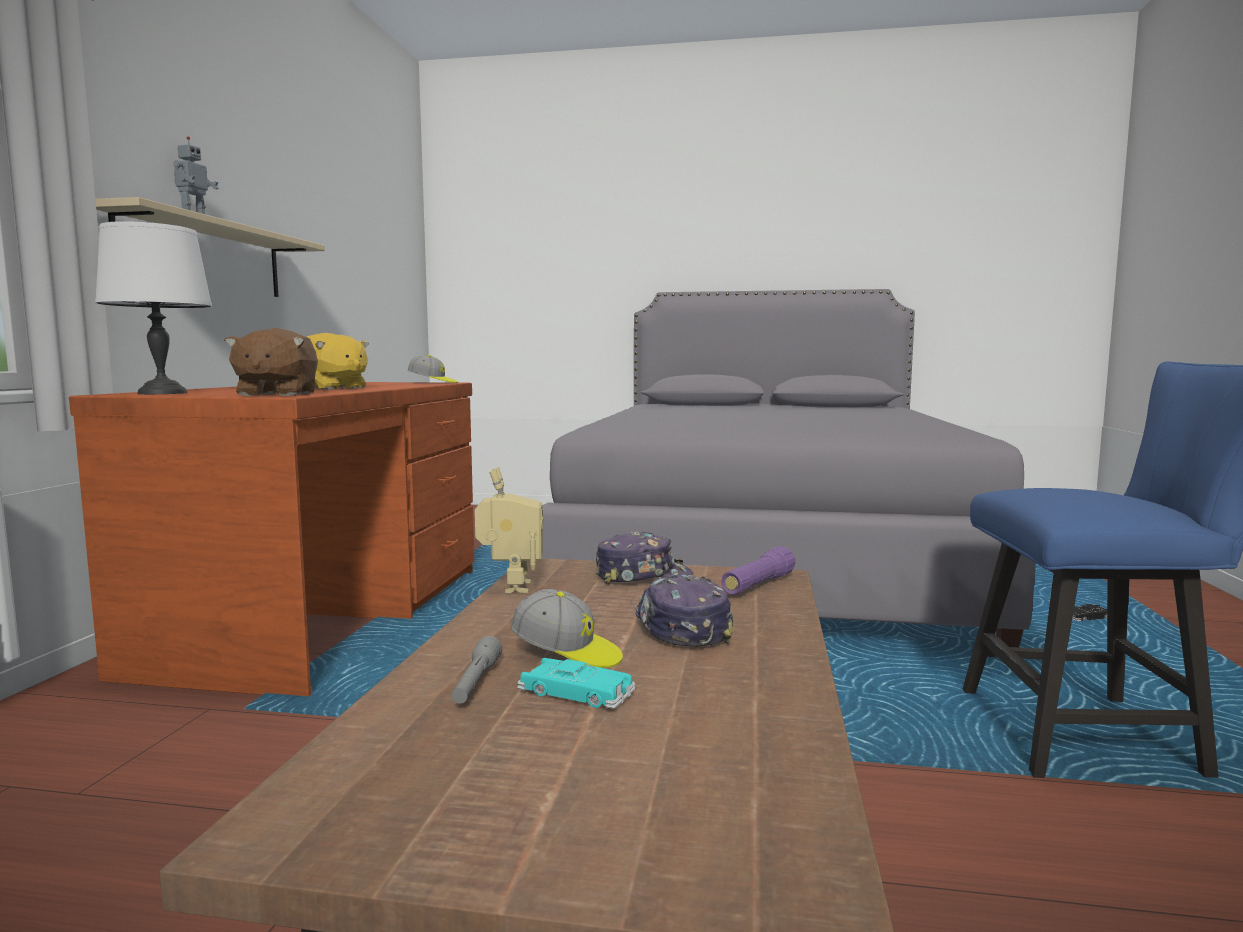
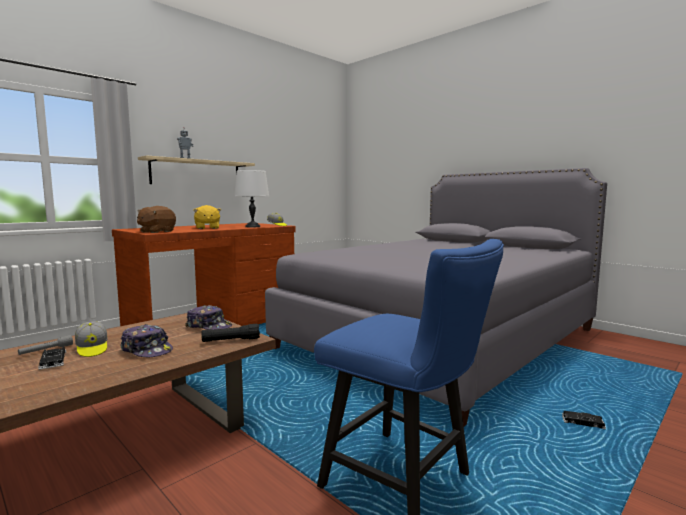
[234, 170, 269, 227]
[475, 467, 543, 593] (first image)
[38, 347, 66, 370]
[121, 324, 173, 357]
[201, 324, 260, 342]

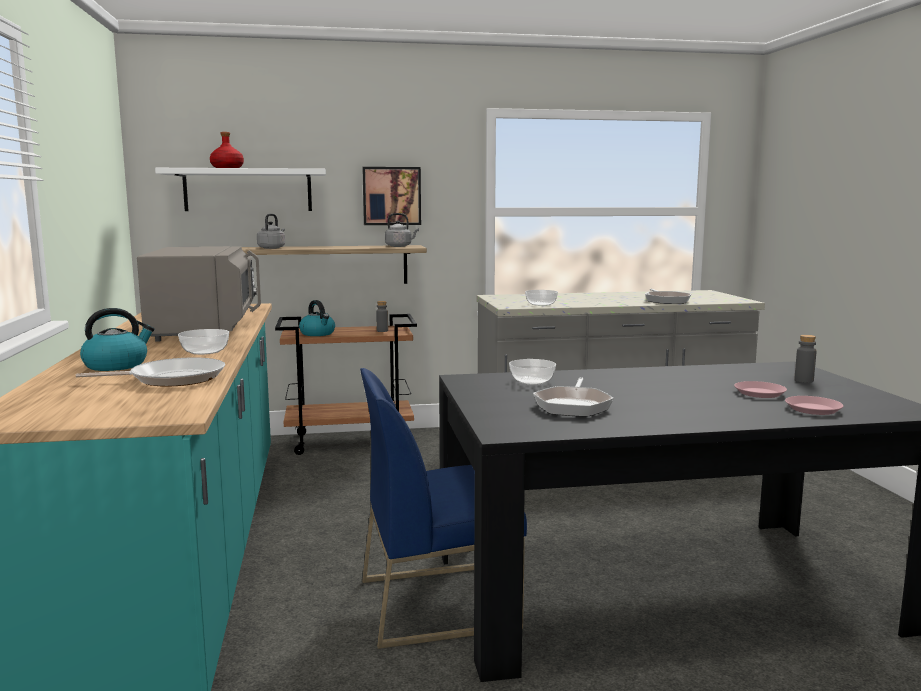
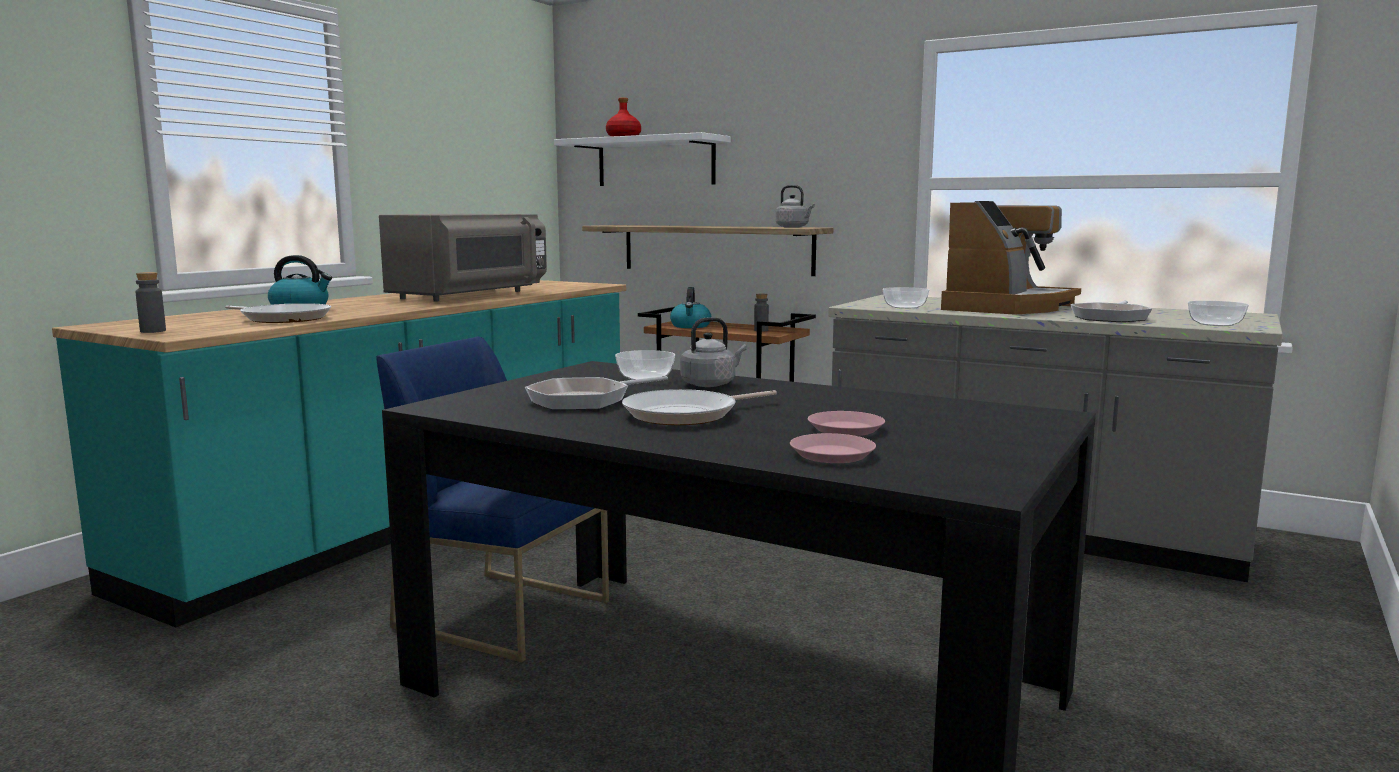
[1188, 301, 1249, 326]
[681, 317, 747, 387]
[362, 167, 421, 225] (first image)
[135, 272, 166, 333]
[622, 389, 777, 425]
[941, 201, 1081, 315]

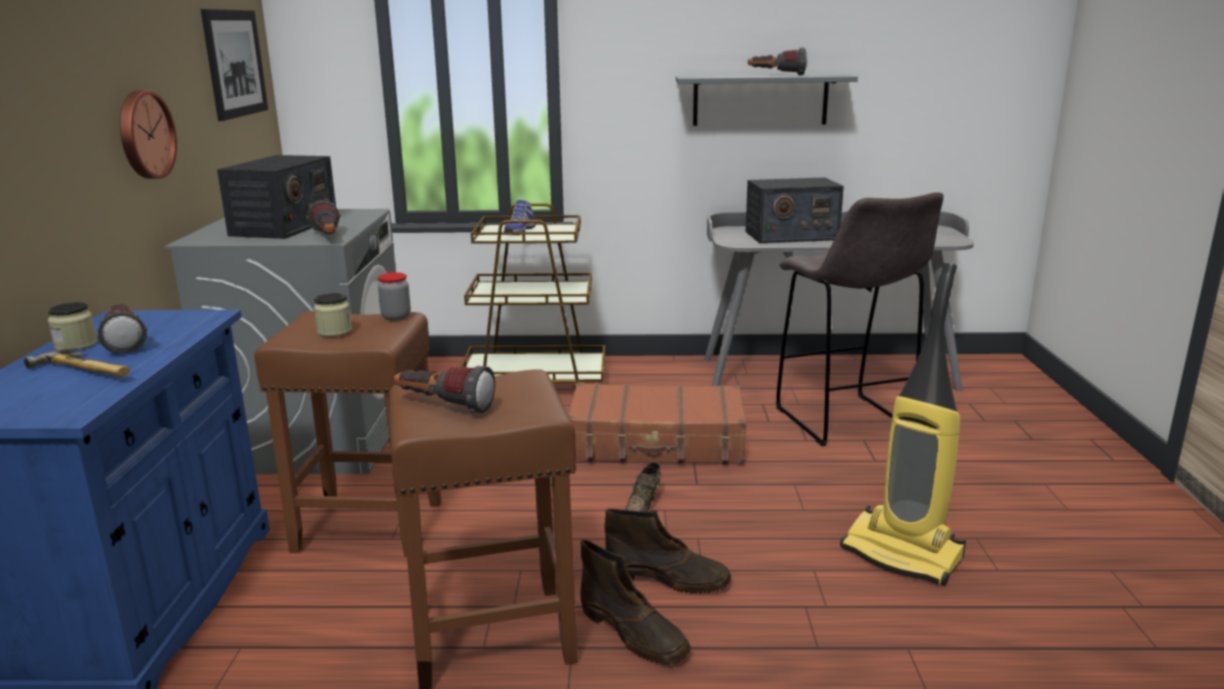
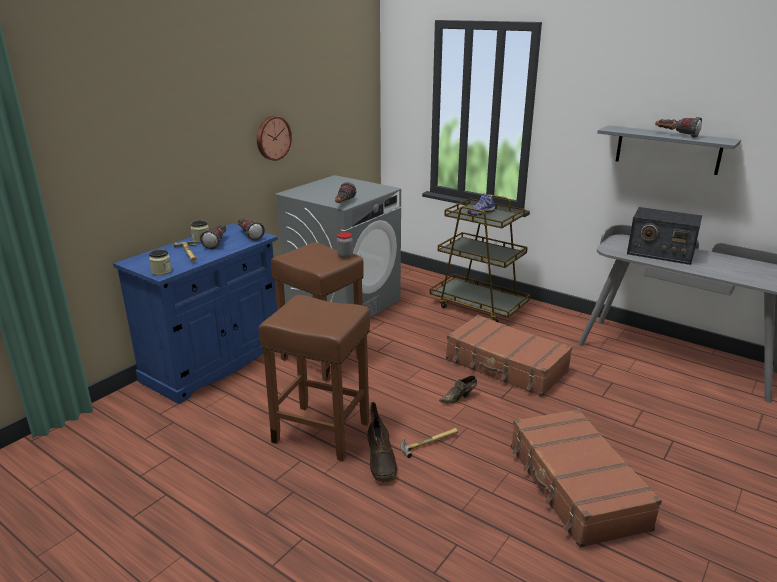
[201, 9, 268, 121] (first image)
[217, 155, 336, 239] (first image)
[149, 250, 172, 275]
[237, 219, 265, 241]
[401, 428, 458, 458]
[776, 192, 944, 446] (first image)
[511, 409, 662, 548]

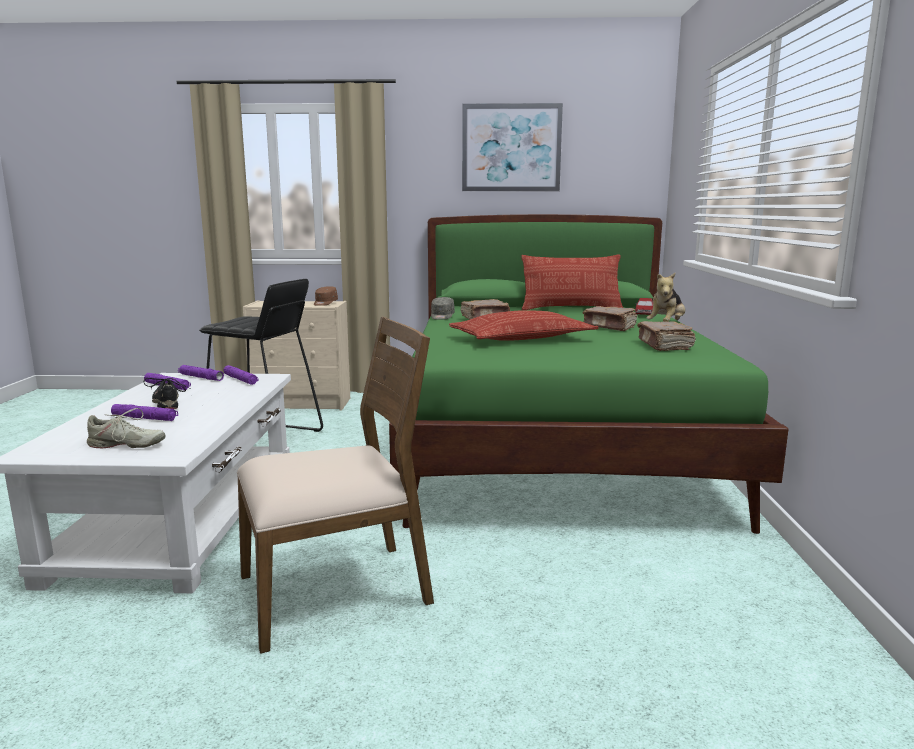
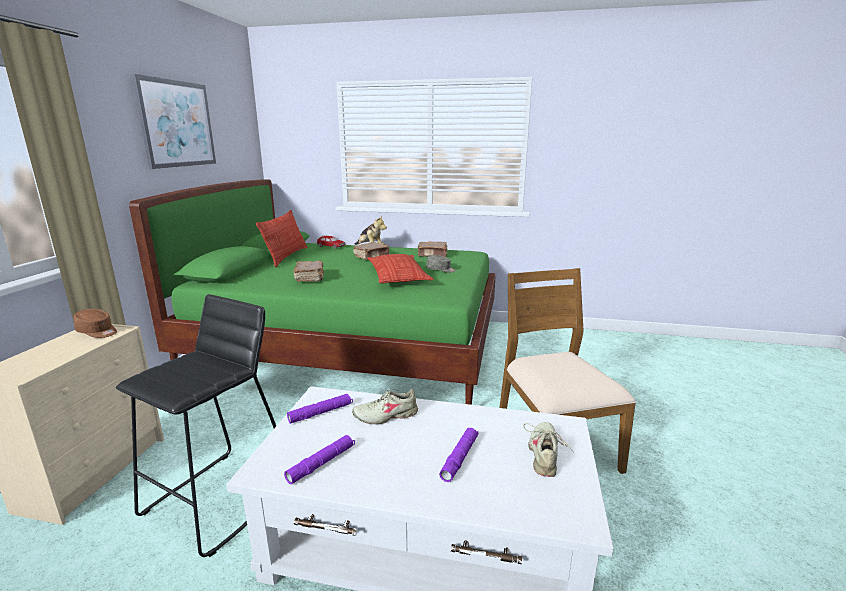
[144, 378, 189, 409] (first image)
[178, 365, 224, 381] (first image)
[426, 255, 456, 273]
[352, 389, 418, 424]

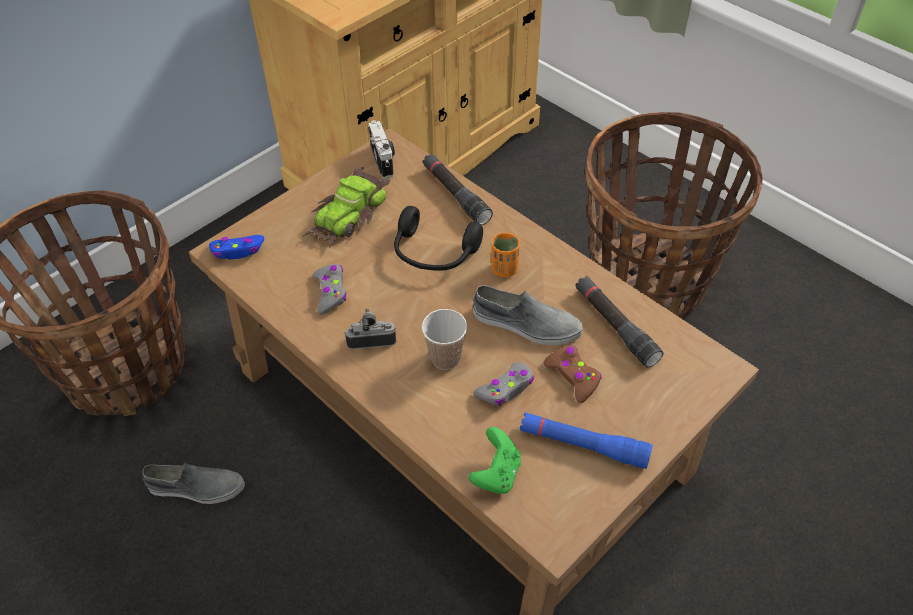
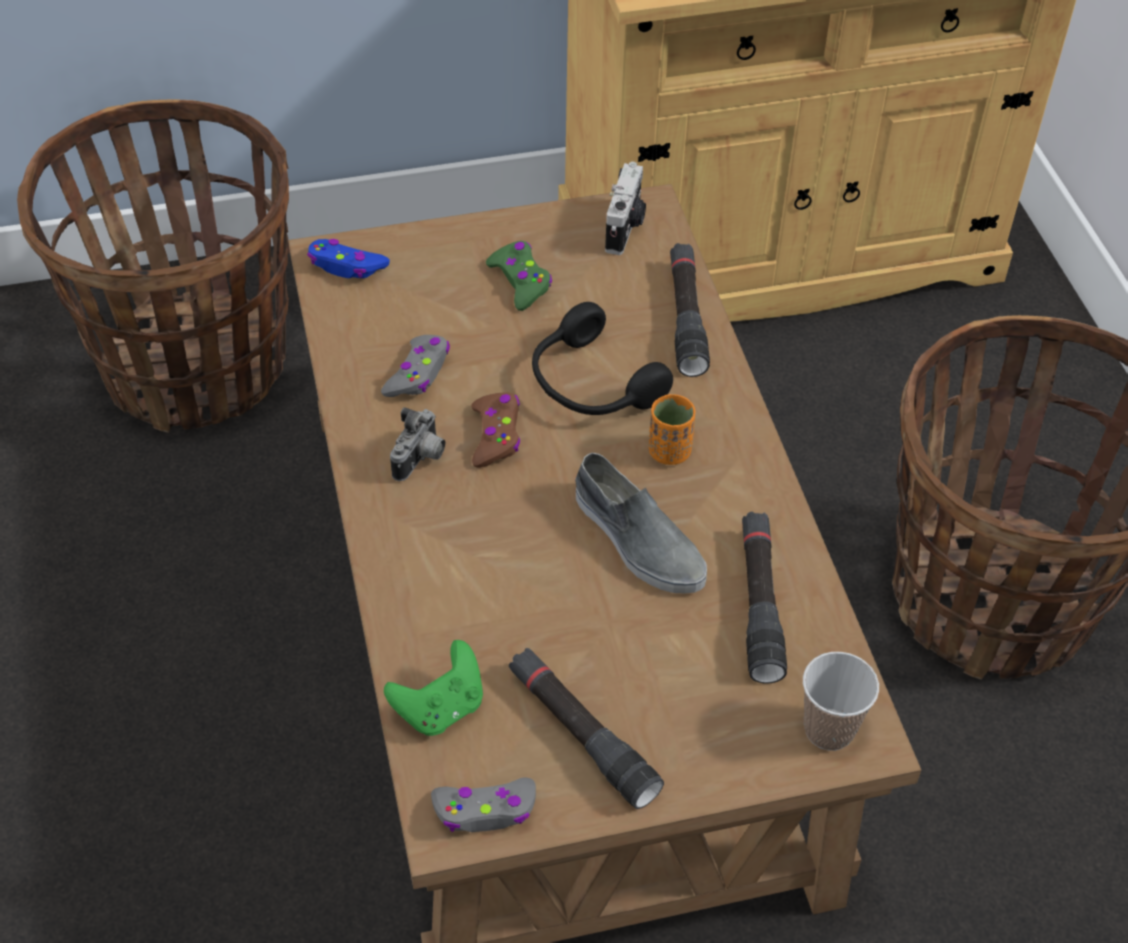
[142, 463, 245, 504] (first image)
[486, 241, 552, 311]
[390, 407, 445, 481]
[803, 652, 879, 751]
[431, 778, 536, 832]
[509, 648, 664, 809]
[471, 393, 520, 468]

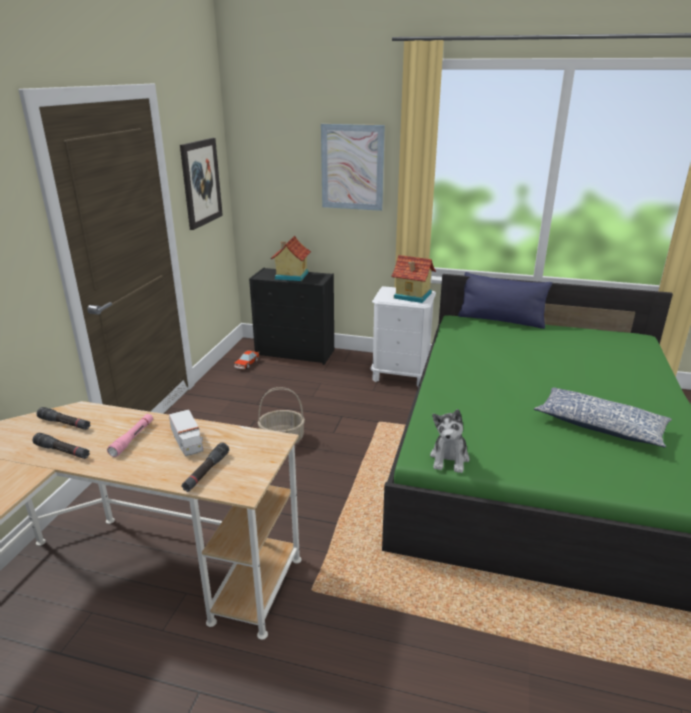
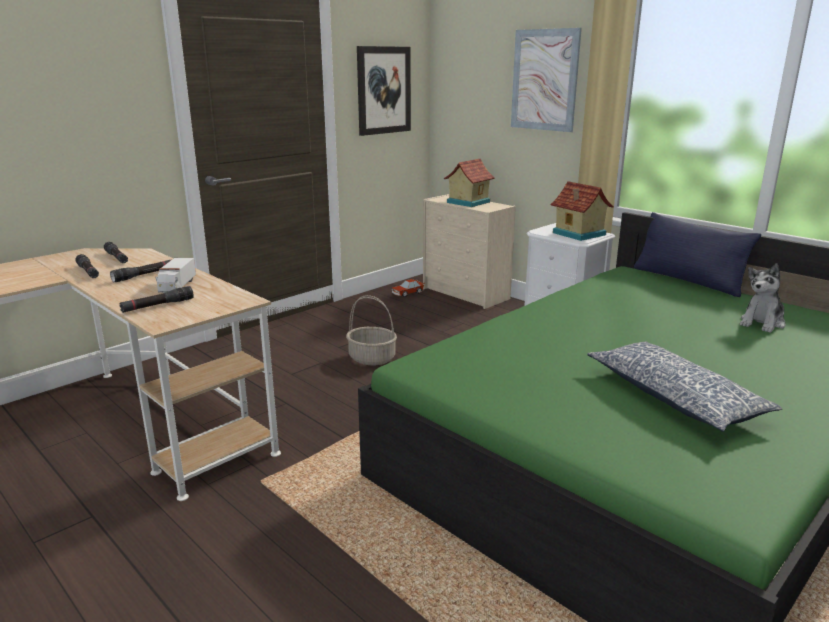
[110, 260, 171, 282]
[423, 194, 516, 309]
[740, 264, 786, 333]

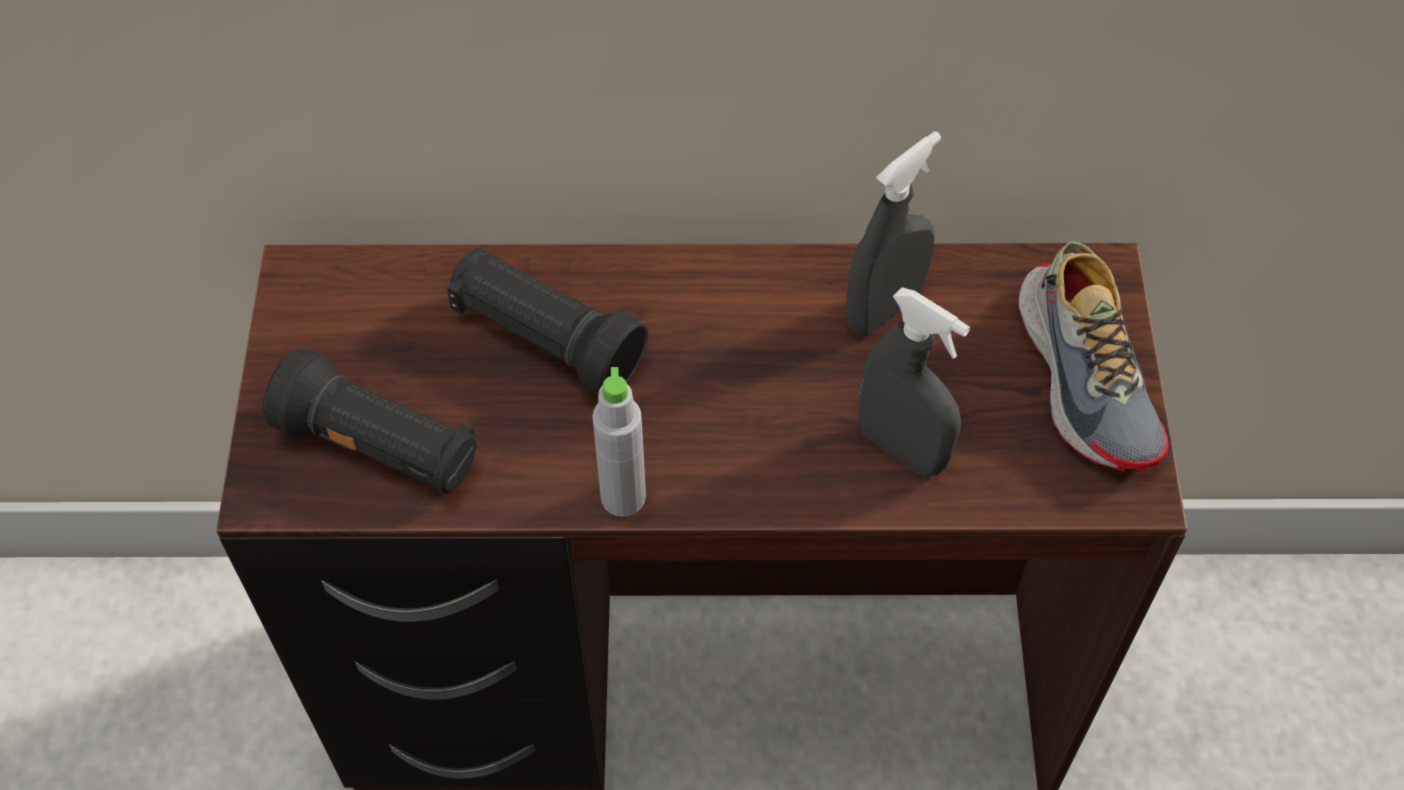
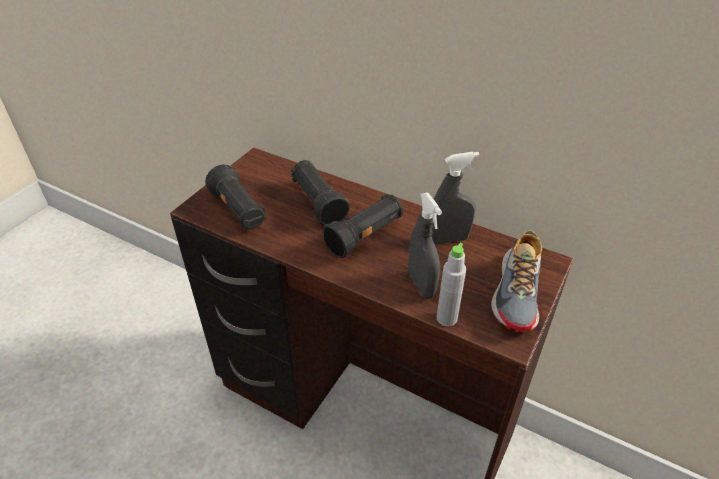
[437, 243, 466, 326]
[322, 194, 403, 258]

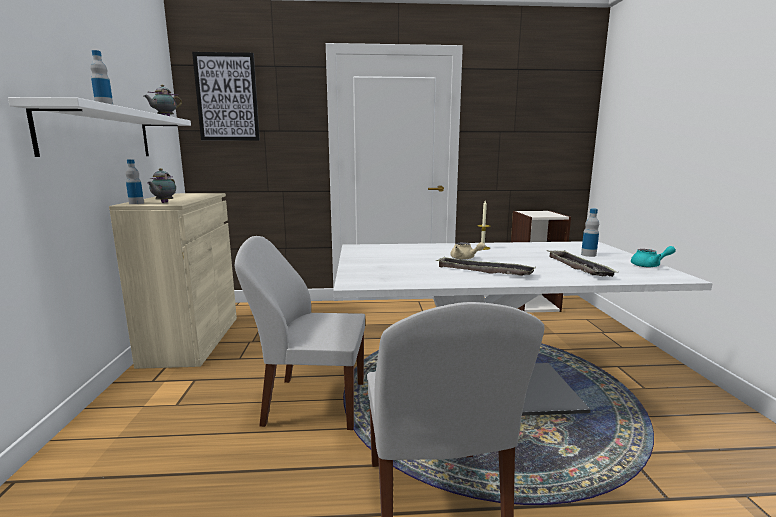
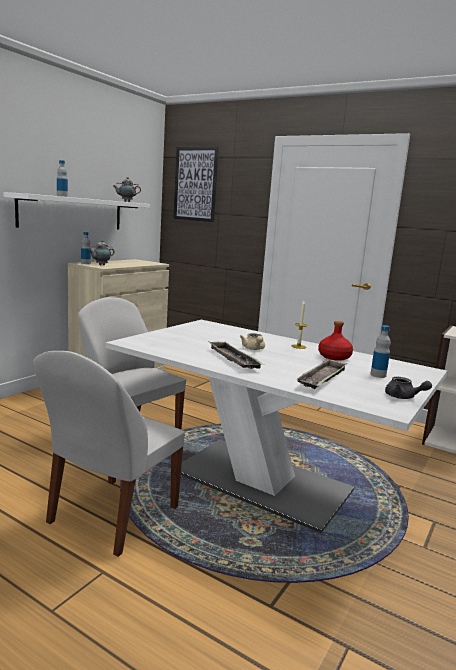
[385, 377, 432, 399]
[318, 321, 353, 361]

